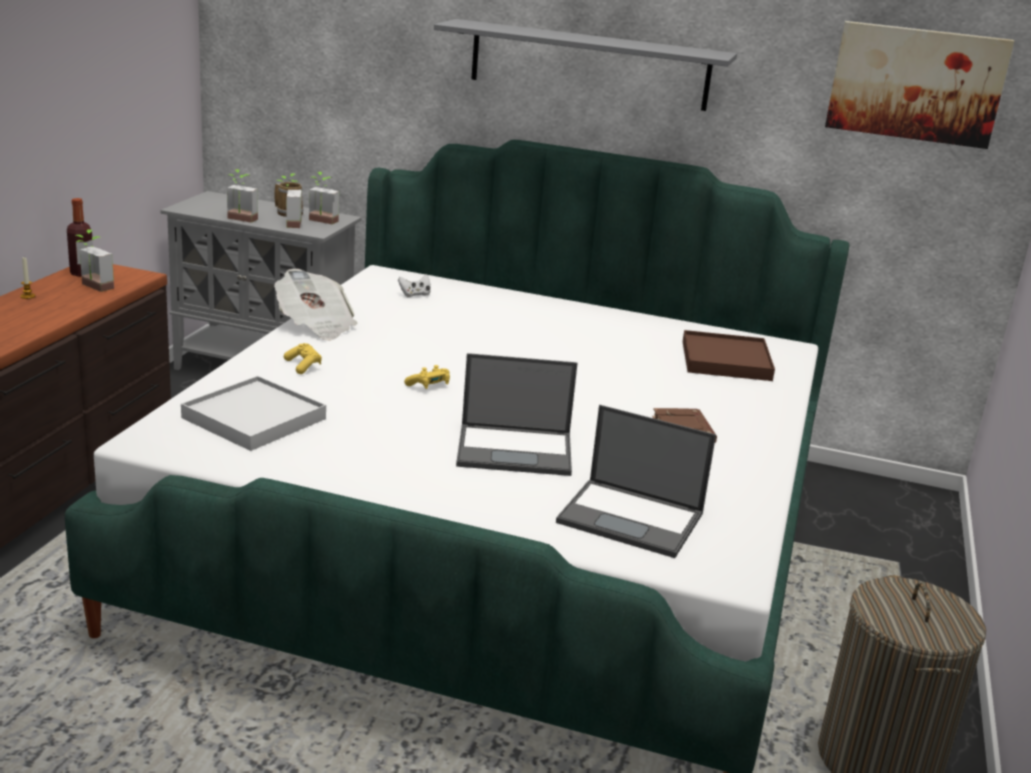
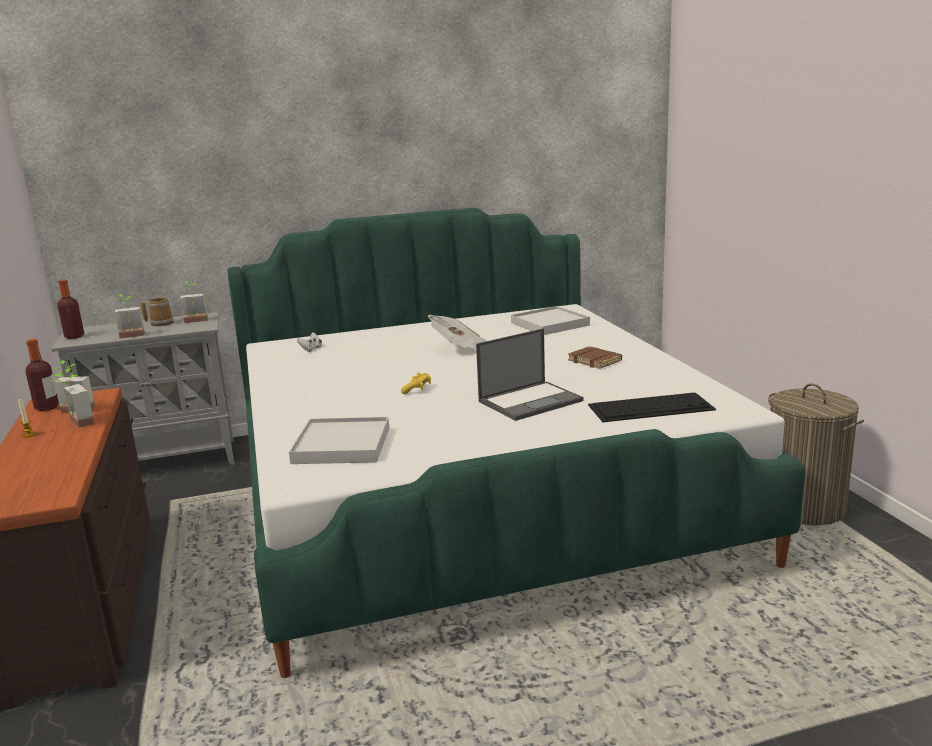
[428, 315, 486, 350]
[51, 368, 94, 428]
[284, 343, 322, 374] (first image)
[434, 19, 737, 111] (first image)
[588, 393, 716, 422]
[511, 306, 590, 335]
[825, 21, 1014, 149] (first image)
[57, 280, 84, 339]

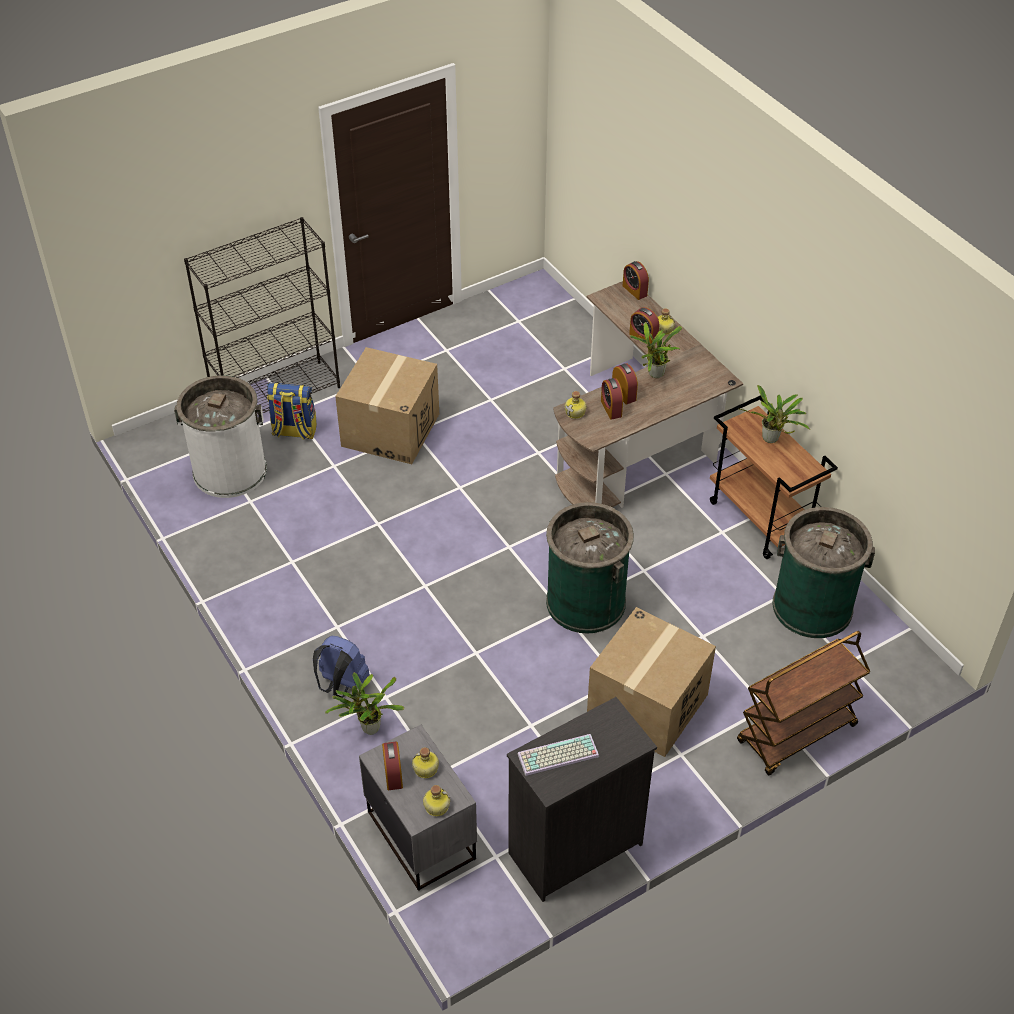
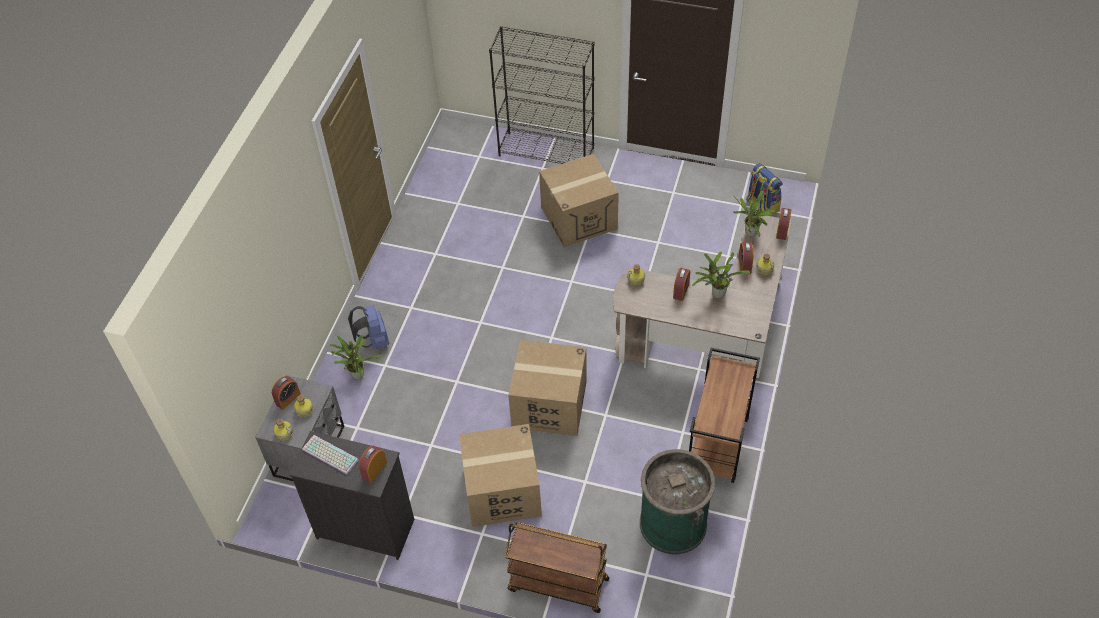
[174, 375, 267, 498] (first image)
[746, 163, 783, 216]
[508, 340, 587, 436]
[359, 446, 387, 483]
[733, 191, 775, 237]

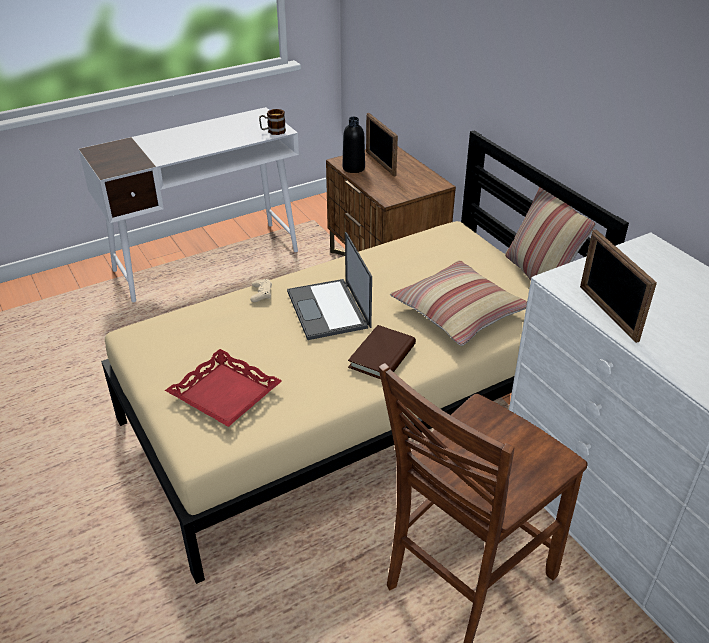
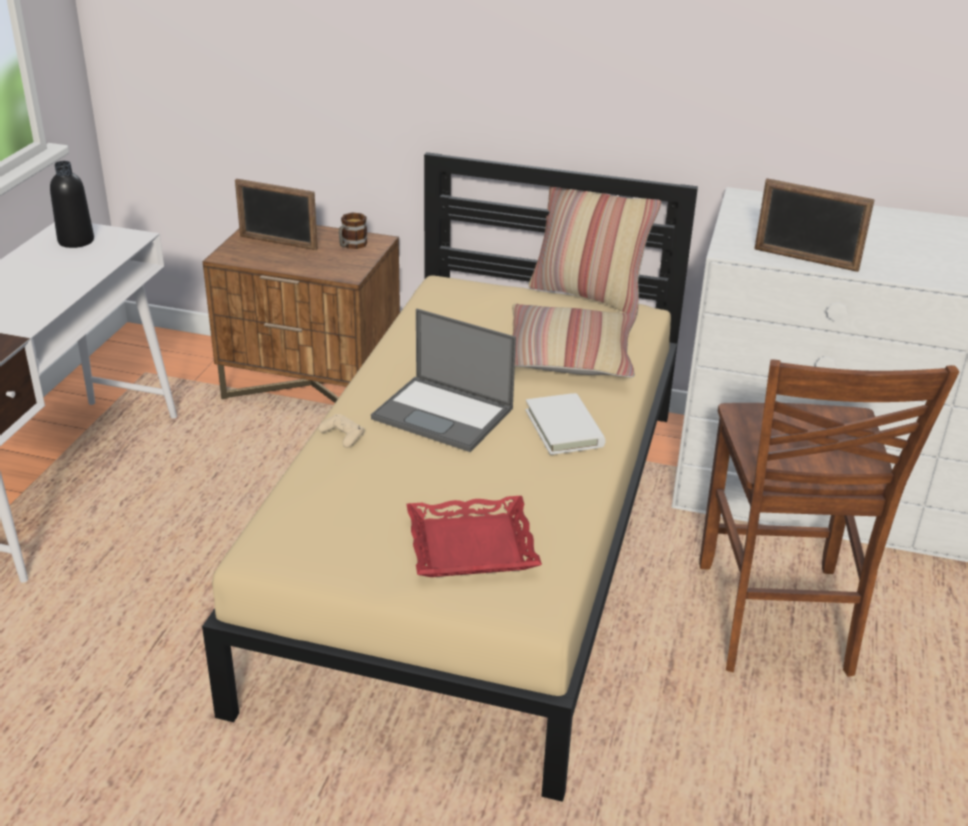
[338, 213, 367, 249]
[50, 161, 94, 248]
[525, 393, 606, 455]

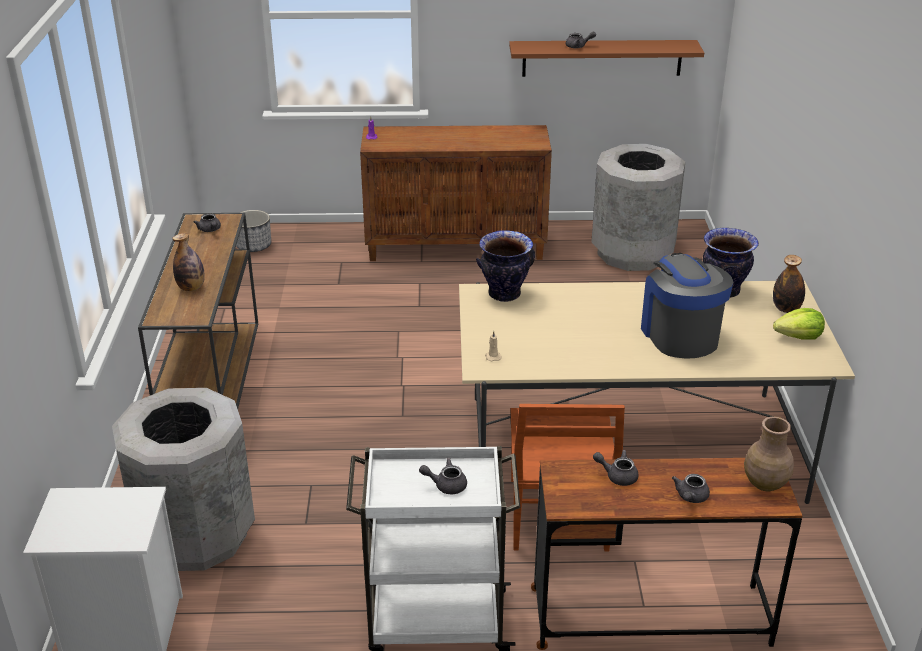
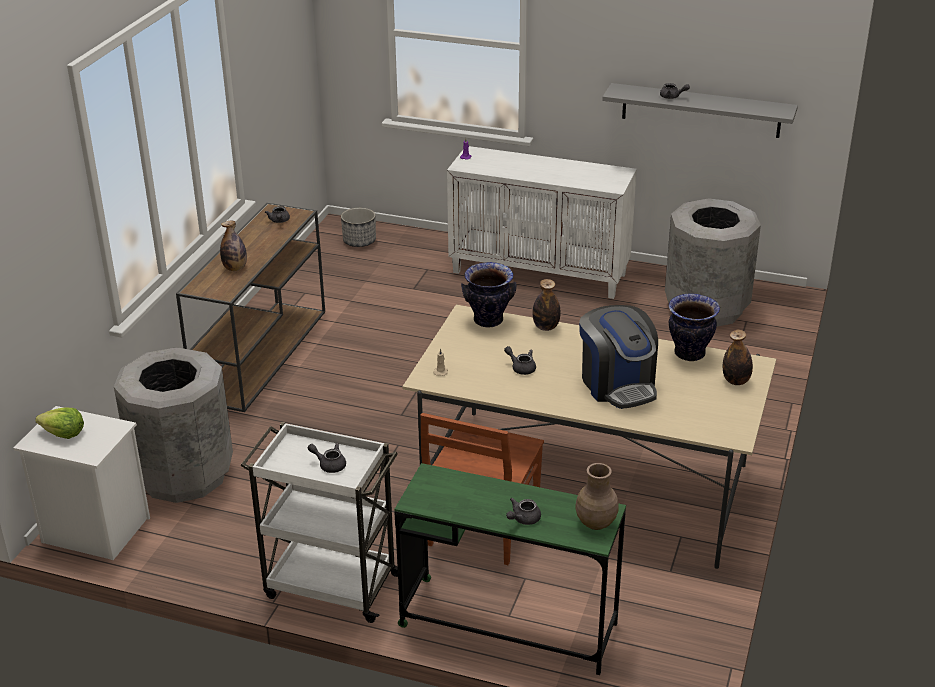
[447, 146, 637, 299]
[602, 83, 798, 138]
[394, 463, 626, 675]
[504, 346, 536, 375]
[579, 305, 658, 409]
[35, 408, 84, 439]
[533, 279, 561, 331]

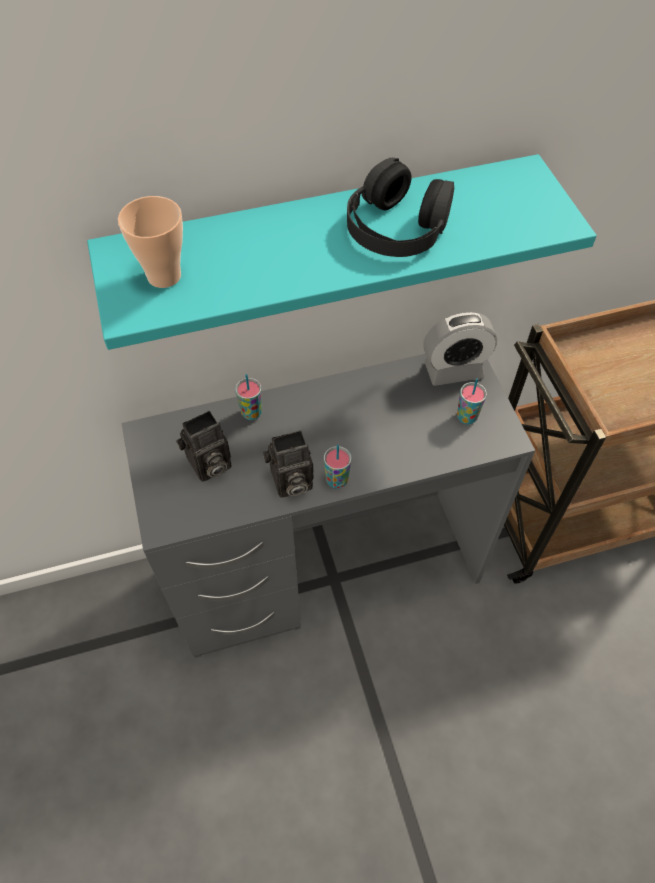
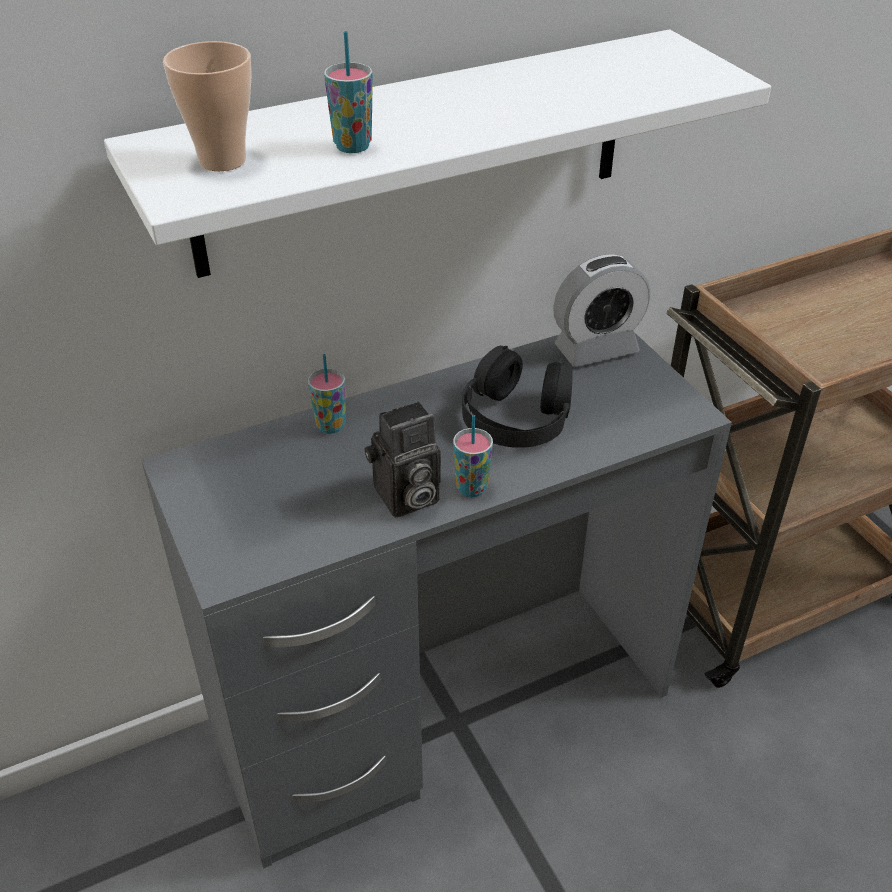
[104, 30, 771, 278]
[176, 411, 231, 482] (first image)
[462, 346, 573, 448]
[324, 31, 373, 153]

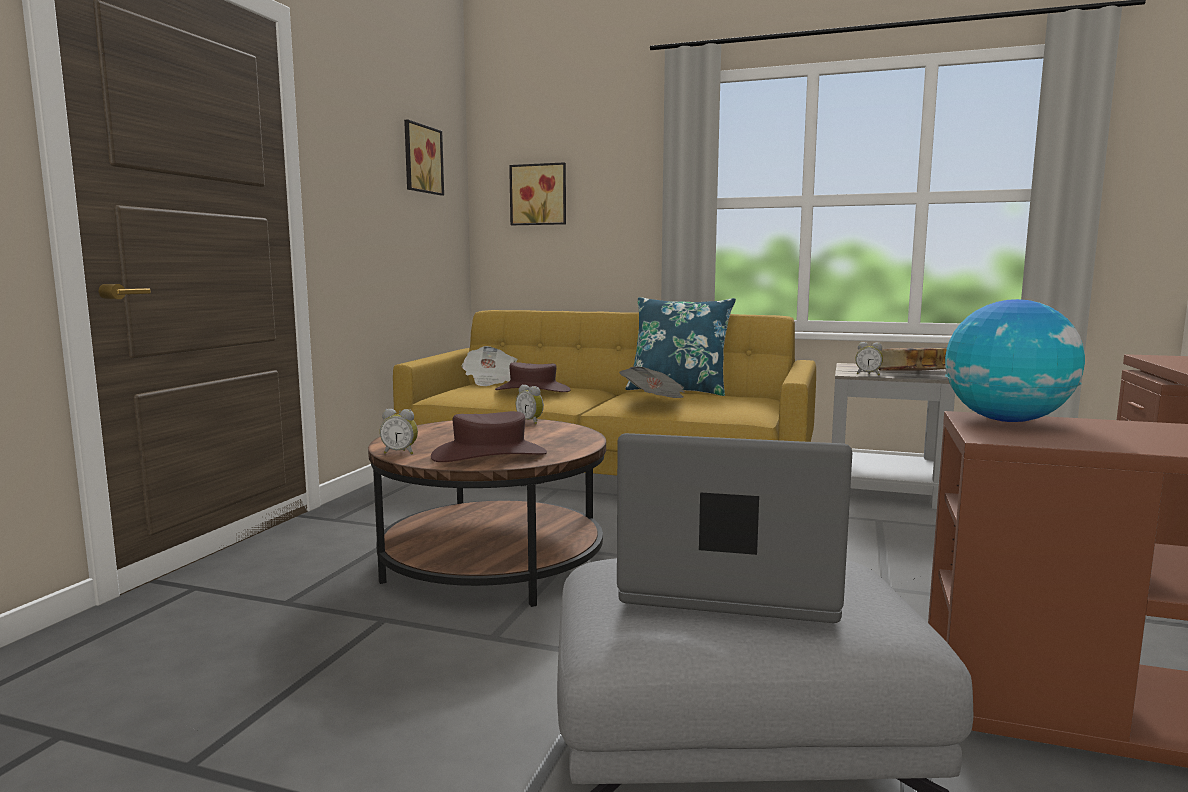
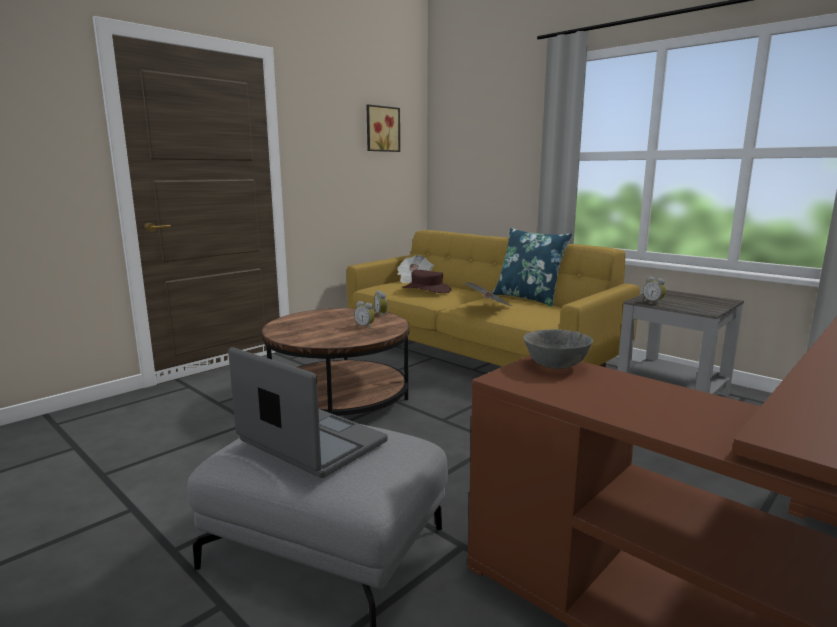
[354, 301, 375, 329]
[431, 411, 547, 462] (first image)
[509, 162, 566, 225] (first image)
[878, 347, 947, 371] (first image)
[523, 329, 593, 369]

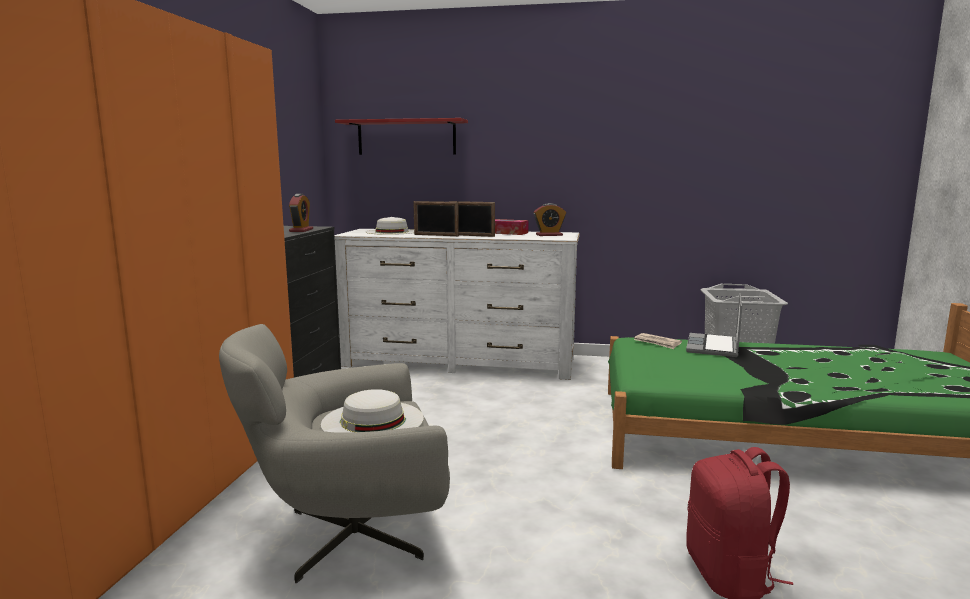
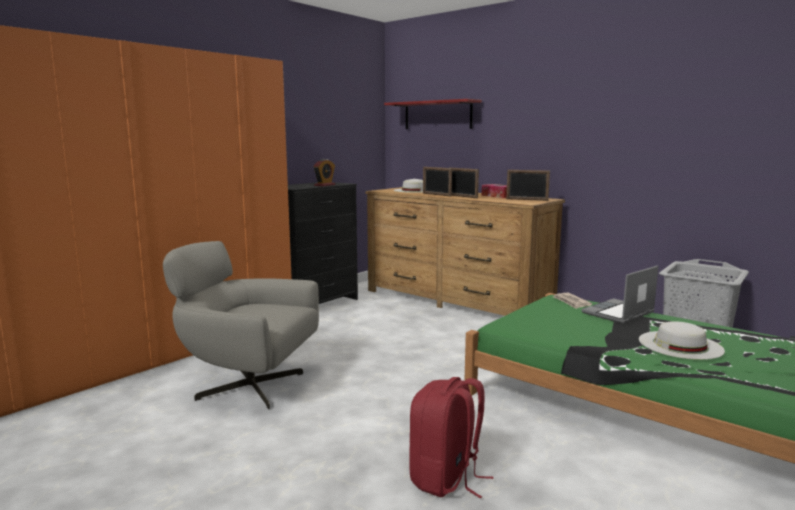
[639, 321, 725, 360]
[365, 187, 565, 316]
[506, 170, 550, 201]

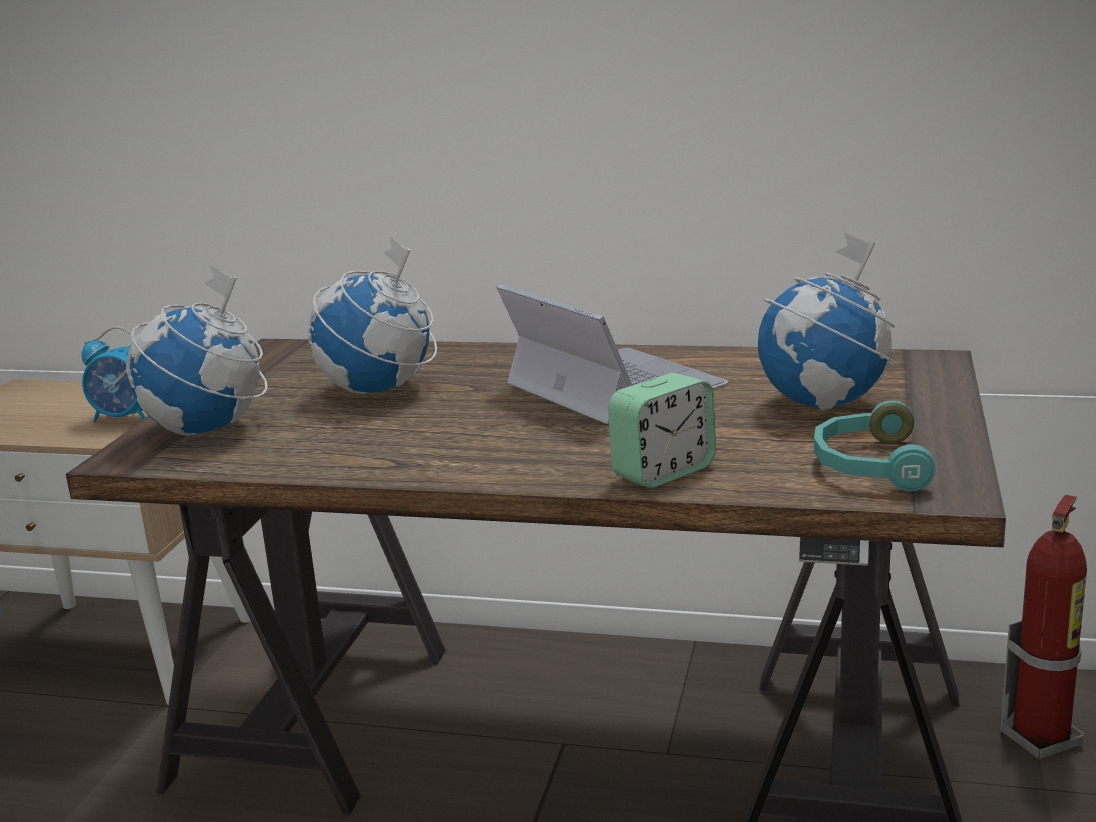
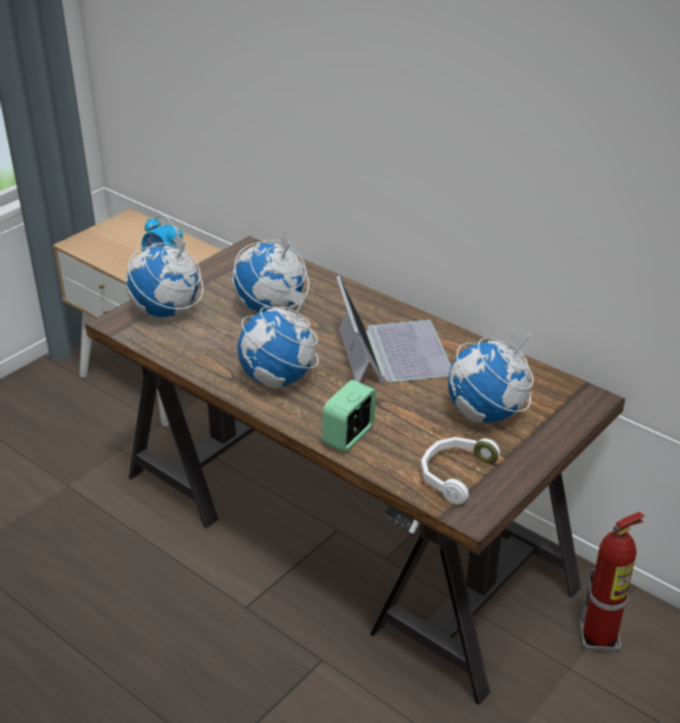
[322, 380, 376, 452]
[421, 437, 500, 505]
[238, 287, 319, 388]

